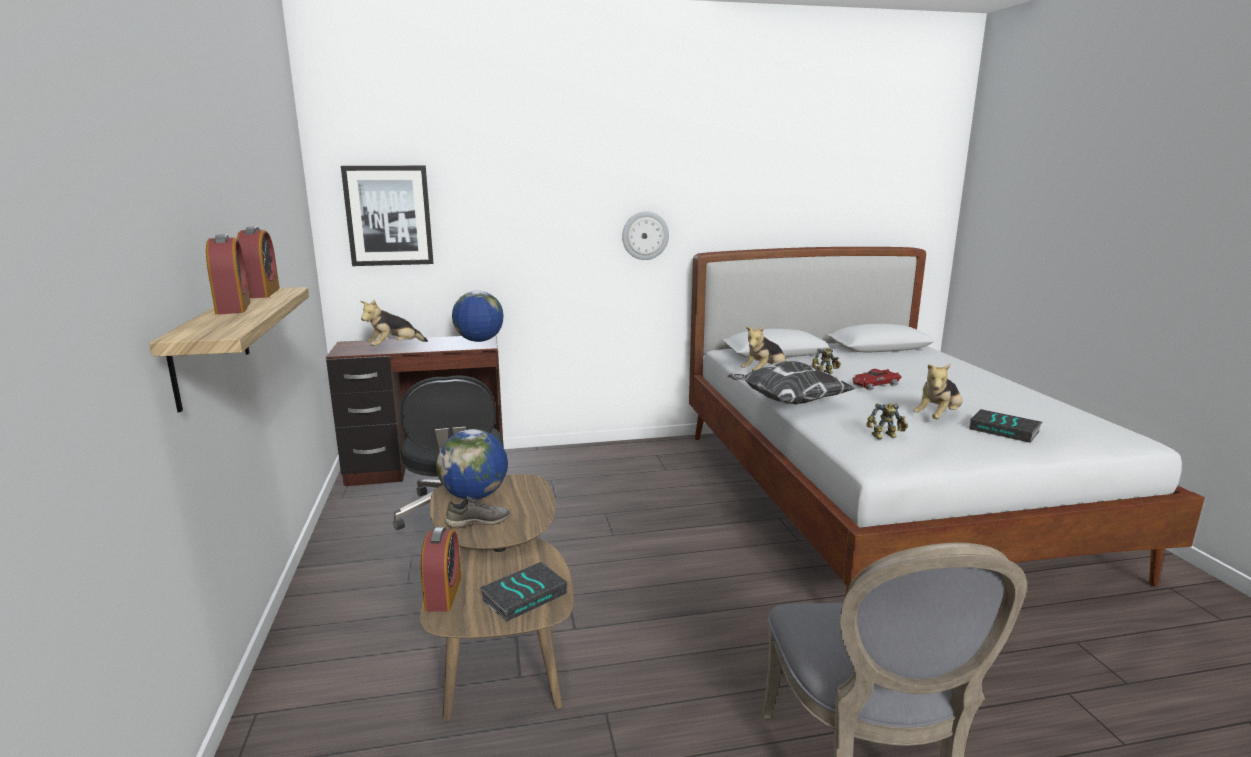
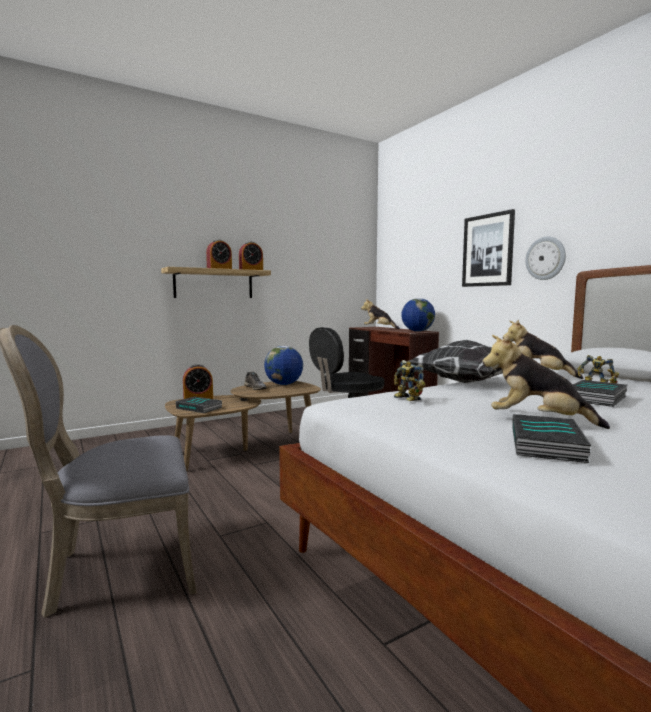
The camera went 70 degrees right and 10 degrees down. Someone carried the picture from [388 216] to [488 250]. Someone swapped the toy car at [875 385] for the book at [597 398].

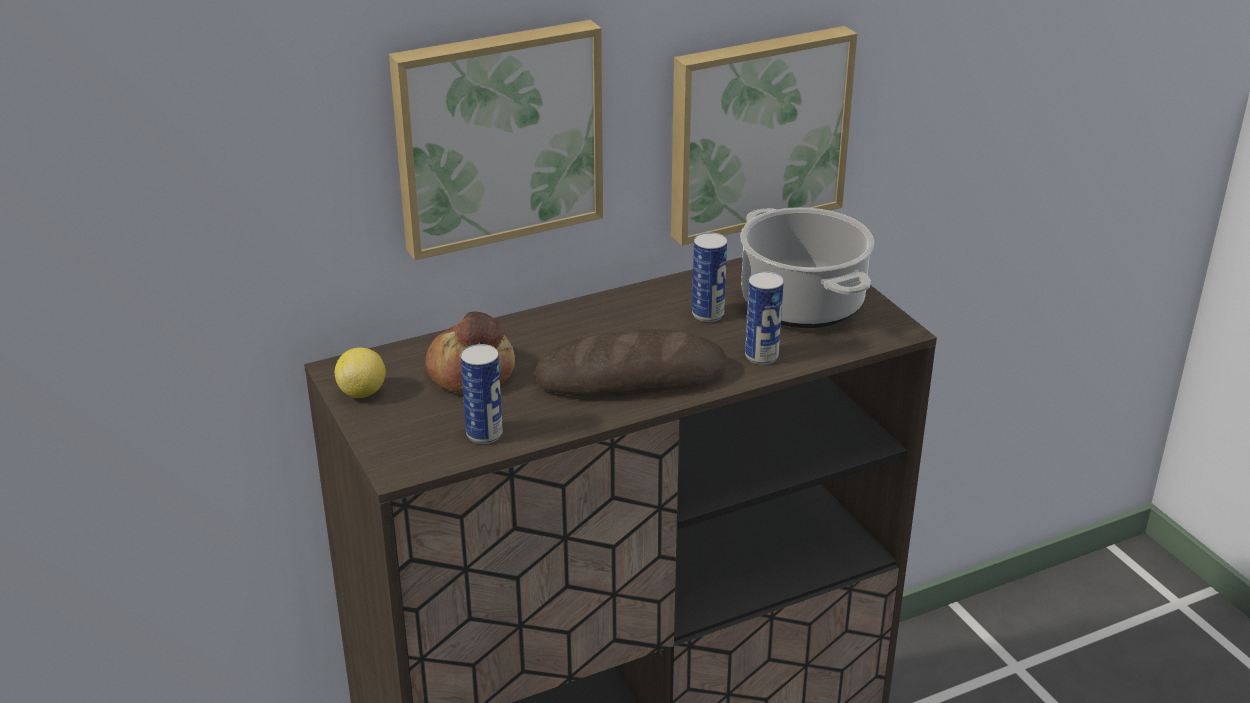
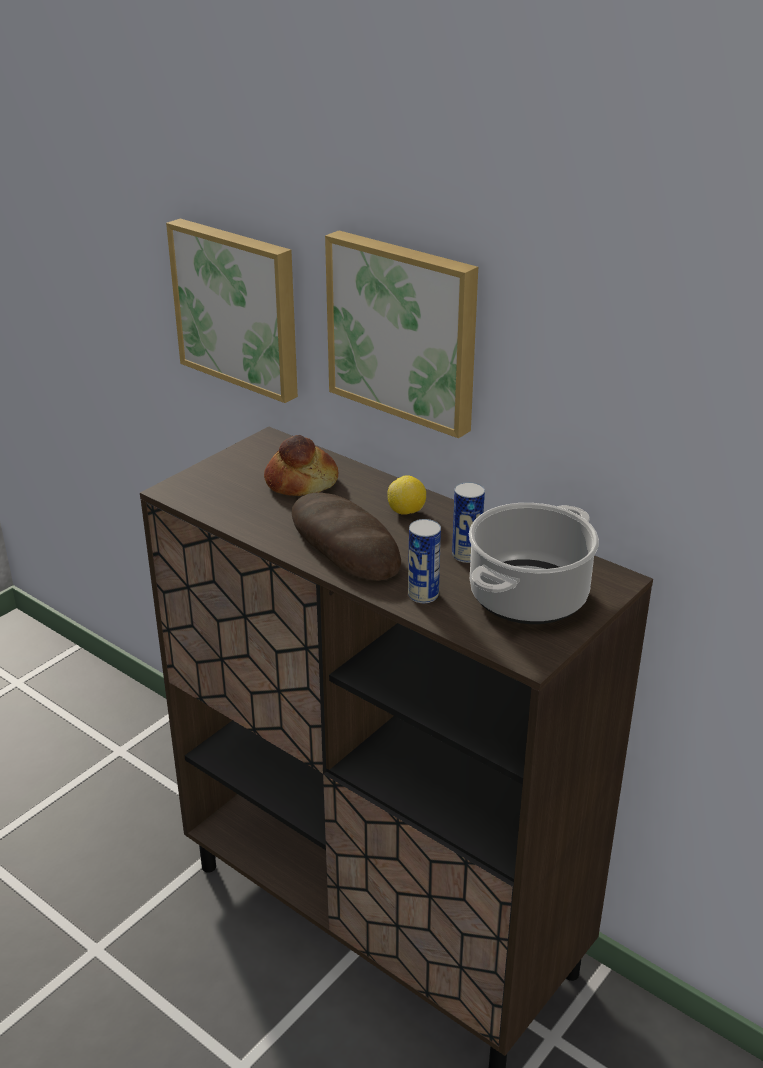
The camera went 65 degrees right and 0 degrees up. Someone carried the picture from [756 131] to [239 307]. Someone carried the lemon from [362 392] to [407 512]. Someone took away the can at [484 434].

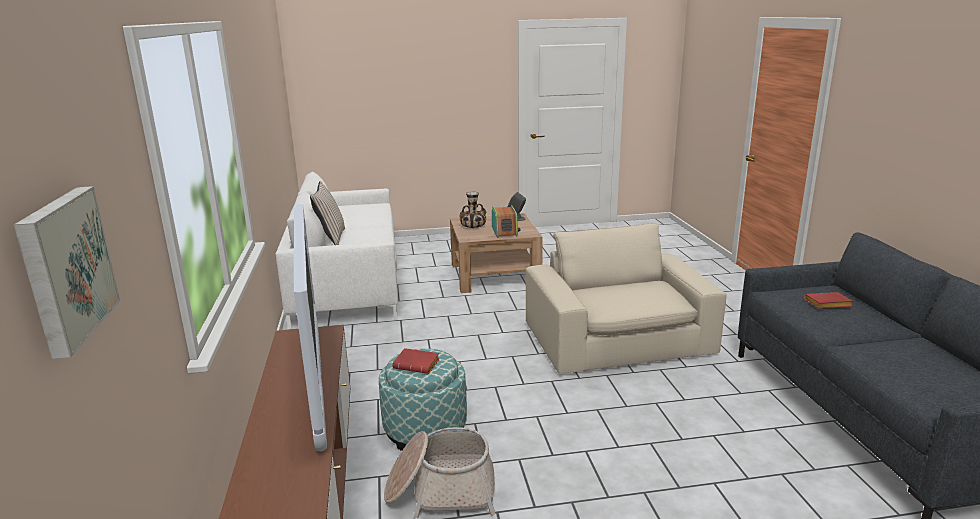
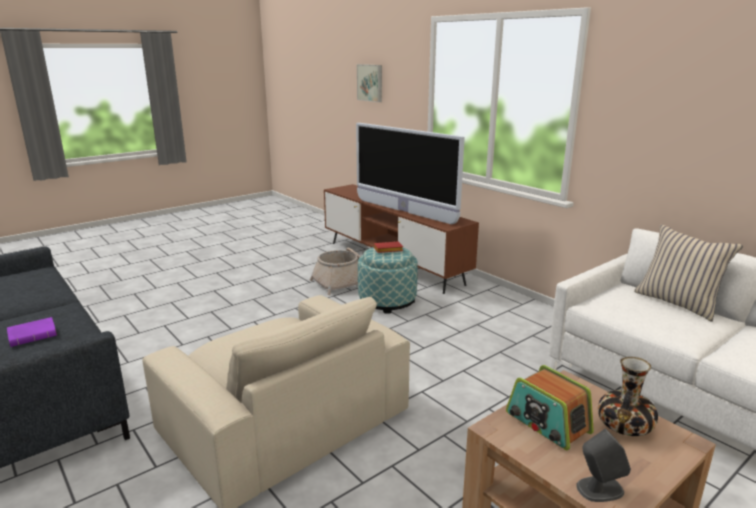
The camera went 150 degrees right and 0 degrees up. Someone repainted the red book at [827 304], which became the purple book at [34 335].

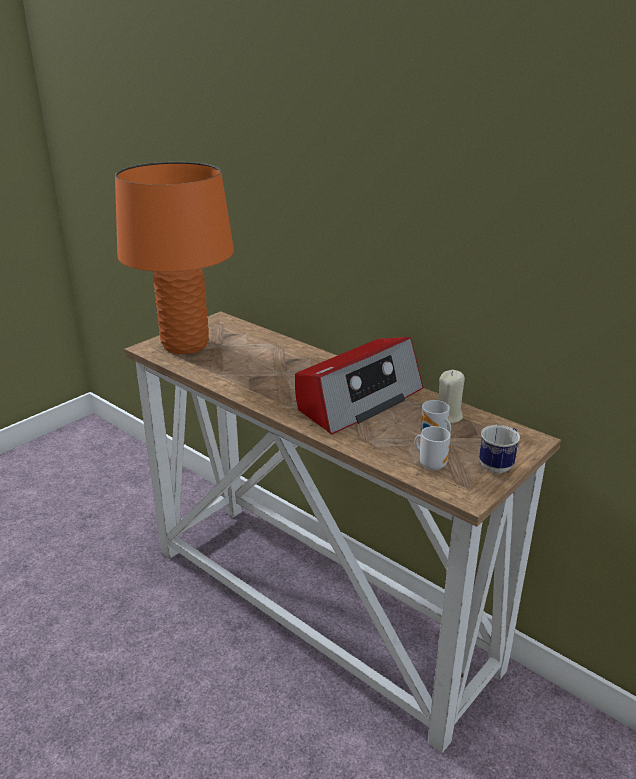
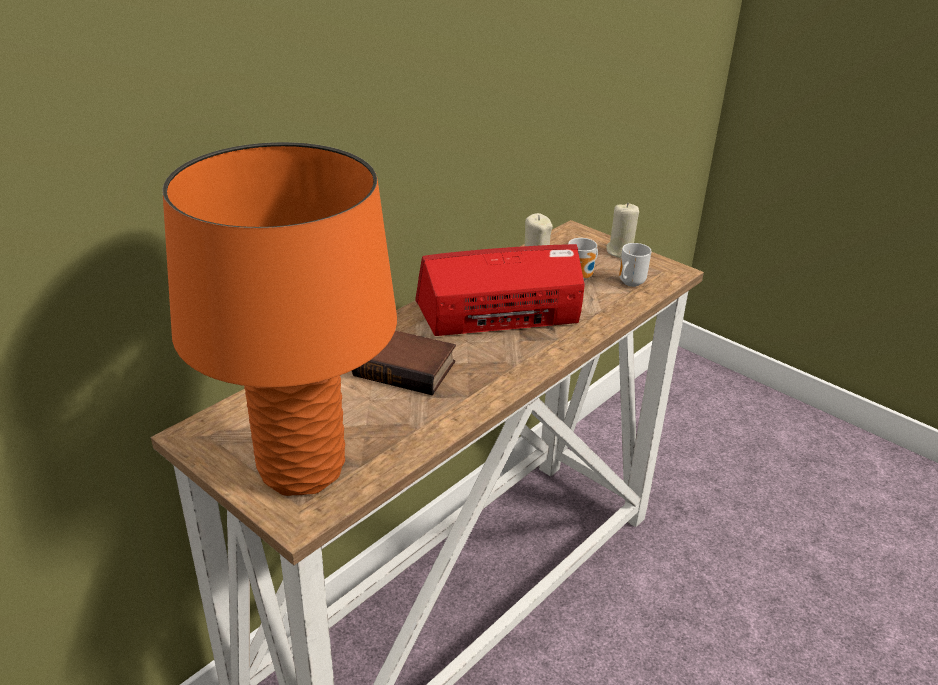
The camera went 90 degrees left and 5 degrees up. Someone put down the book at [407 367]. Someone rotated the radio at [358 400] by 60 degrees counterclockwise. Someone swapped the mug at [499 465] for the beige candle at [621 252].

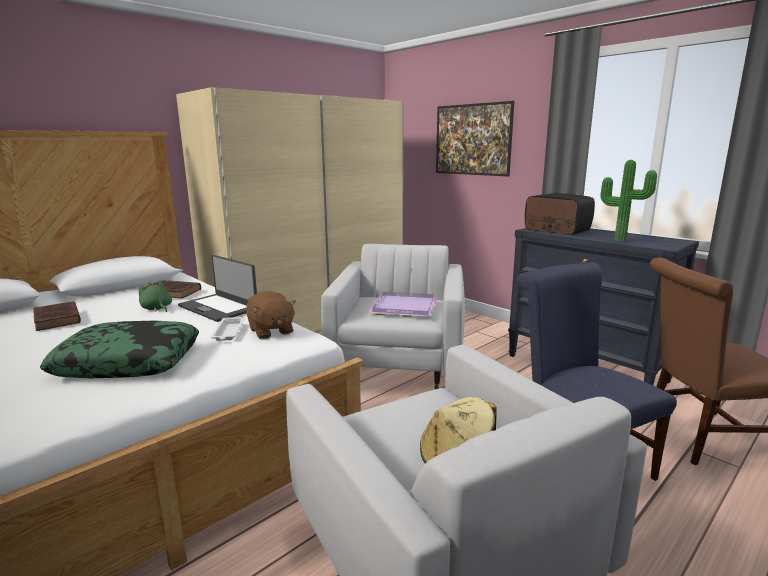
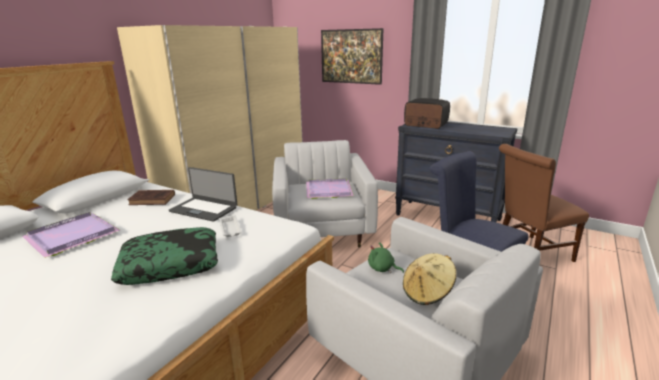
The camera went 15 degrees left and 5 degrees up. Someone swapped the brown book at [57 320] for the purple tray at [71 236]. Someone carried the green plush toy from [157 309] to [382 269]. Someone took away the brown plush toy at [270 331]. Someone took away the potted plant at [620 240].

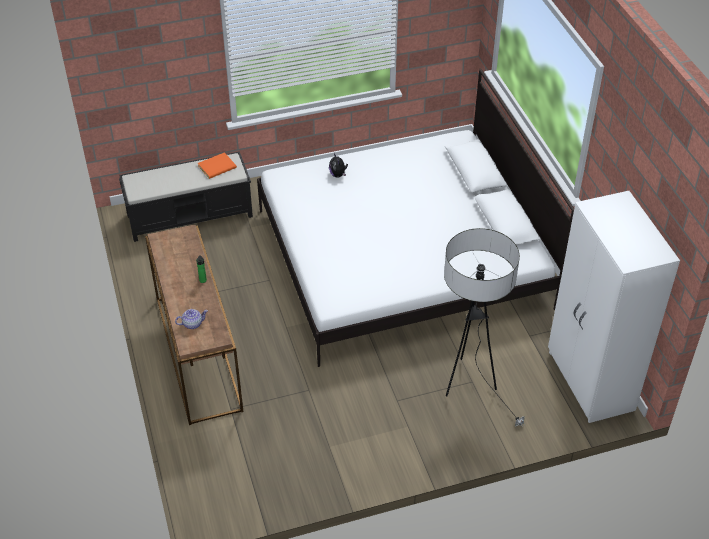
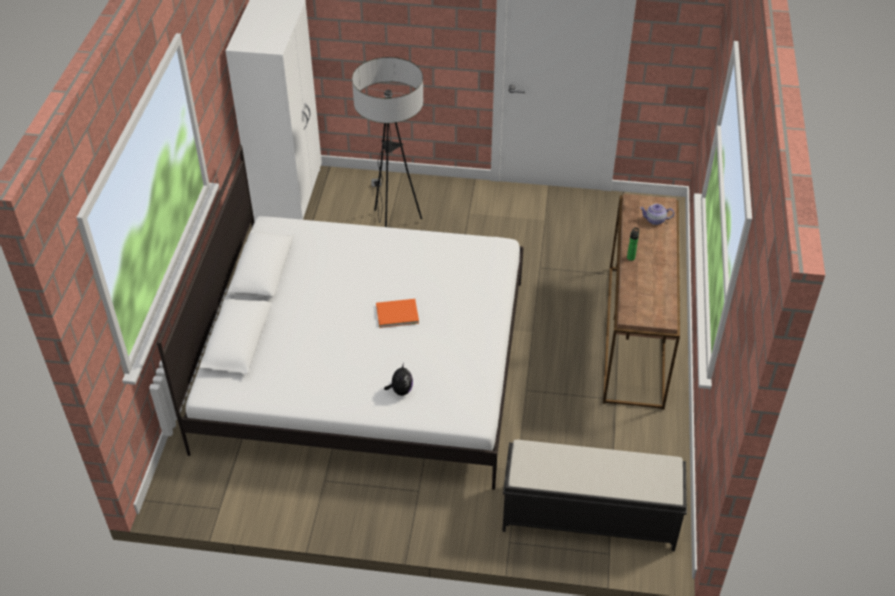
The camera went 155 degrees left and 0 degrees up. Someone carried the orange book from [218 166] to [396 313].

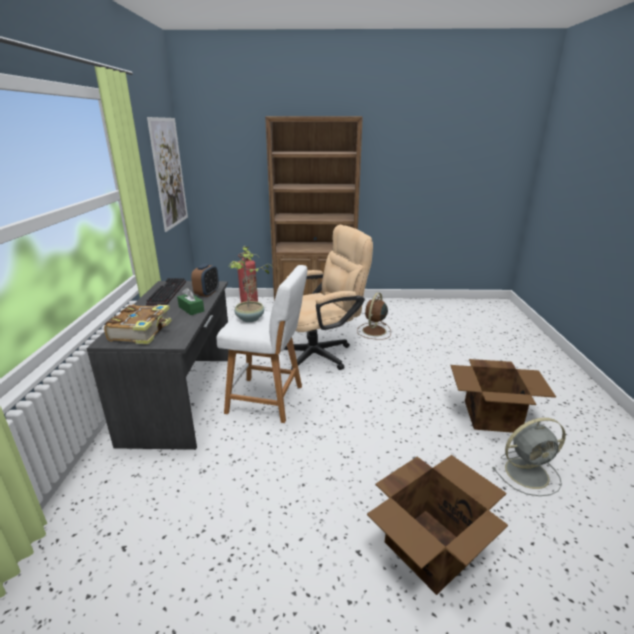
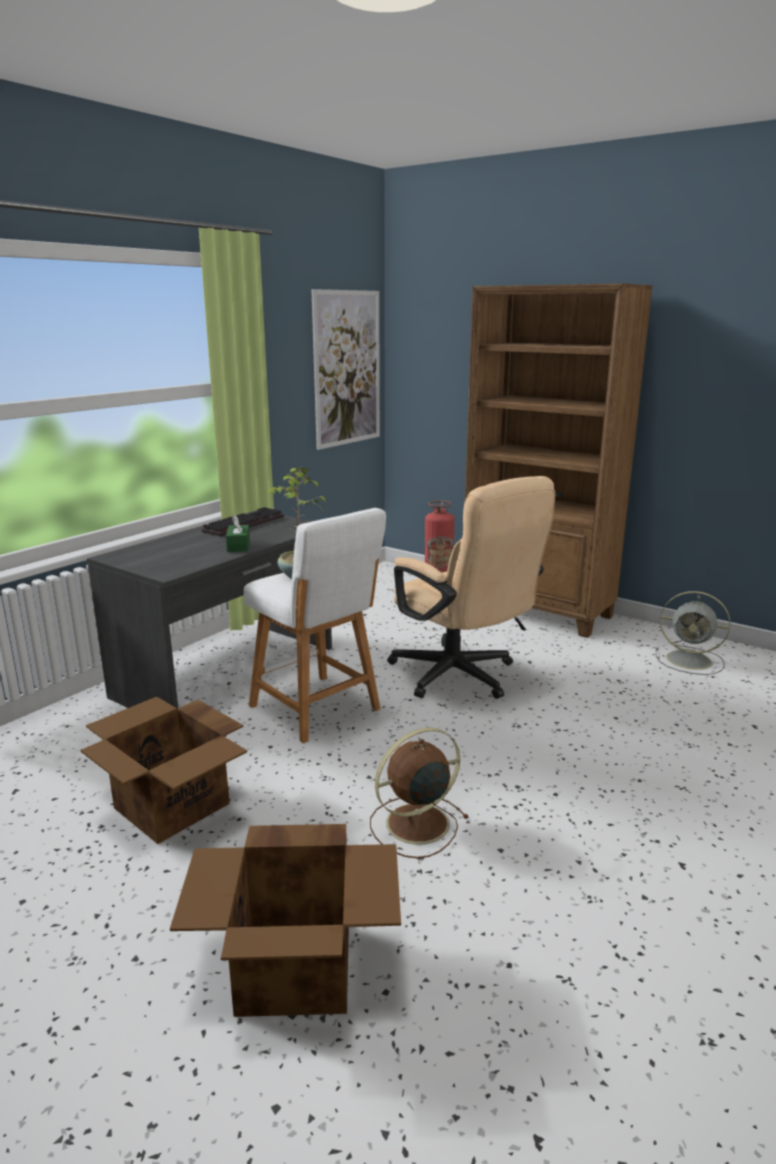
The camera went 35 degrees right and 5 degrees down. Someone carried the cardboard box from [492 416] to [172 807]. Someone carried the brown fan from [374 331] to [415 824]. Someone rotated the beige office chair at [321 353] by 45 degrees clockwise. Someone carried the grey fan from [528 473] to [691 660]. Someone took away the book at [142 331]. Someone took away the alarm clock at [207 293].

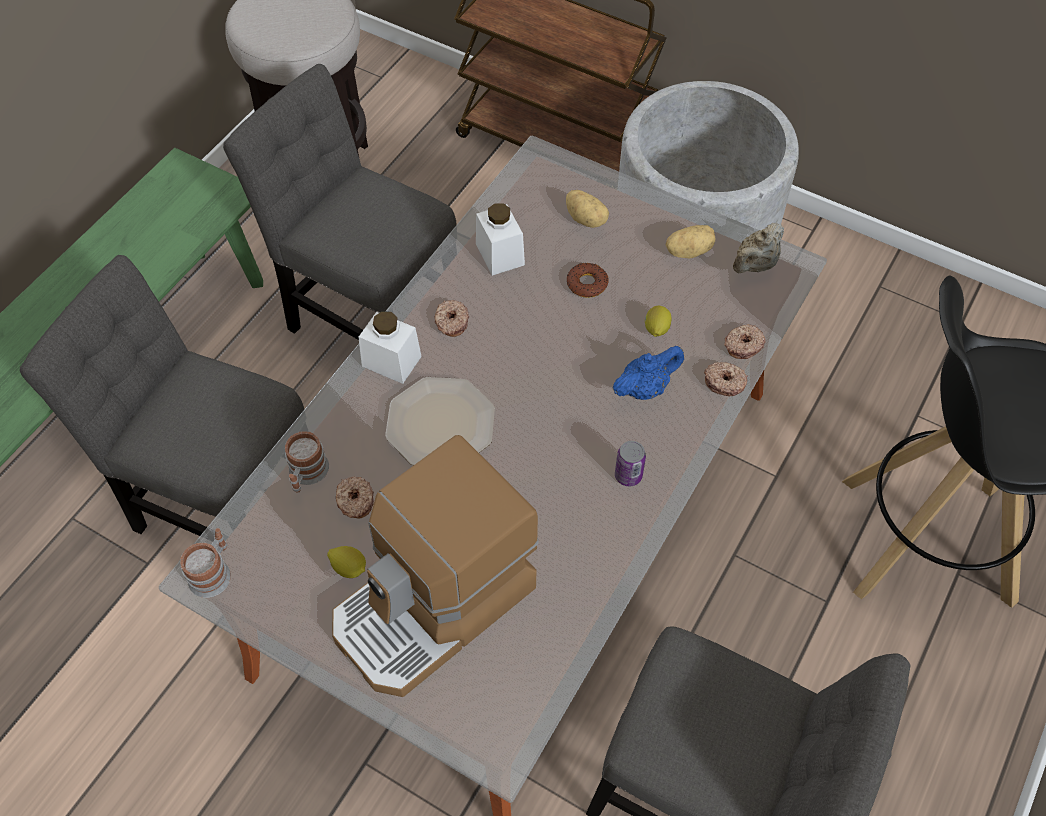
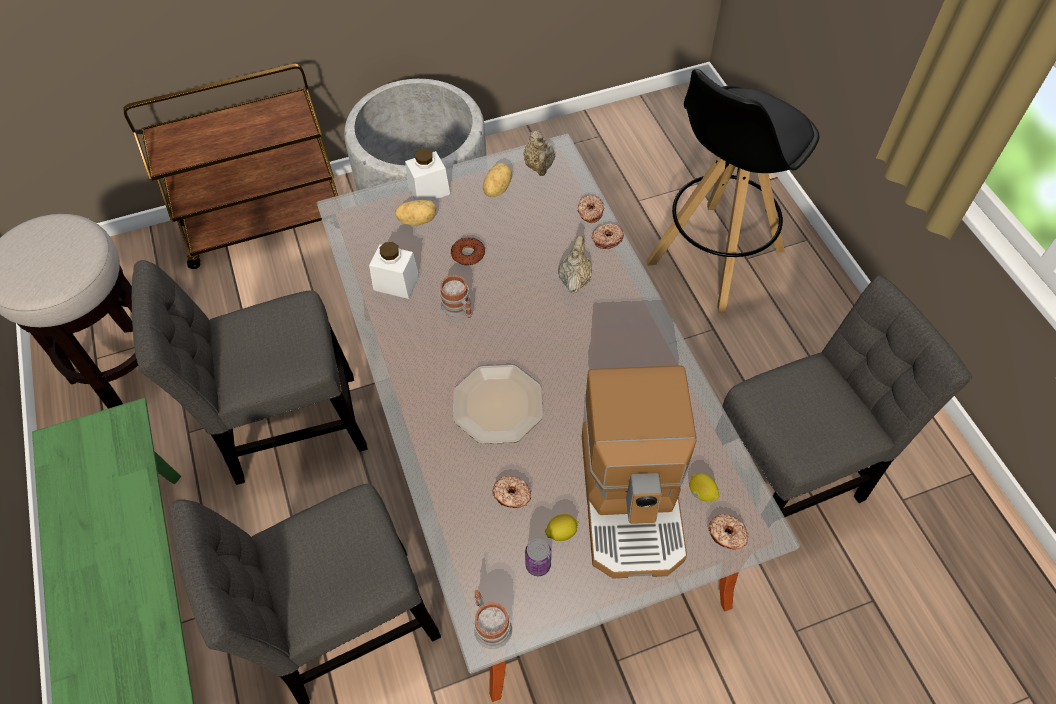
The camera went 50 degrees left and 0 degrees up. Someone carried the white jar from [391 361] to [429 190]. Someone carried the mug from [306 474] to [459 308]. Someone carried the can from [628 475] to [538 564]. Someone repainted the blue teapot at [645 388], which became the beige teapot at [574 279]. Someone carried the lemon from [656 329] to [701 493]. Someone carried the donut from [451 322] to [727 535].

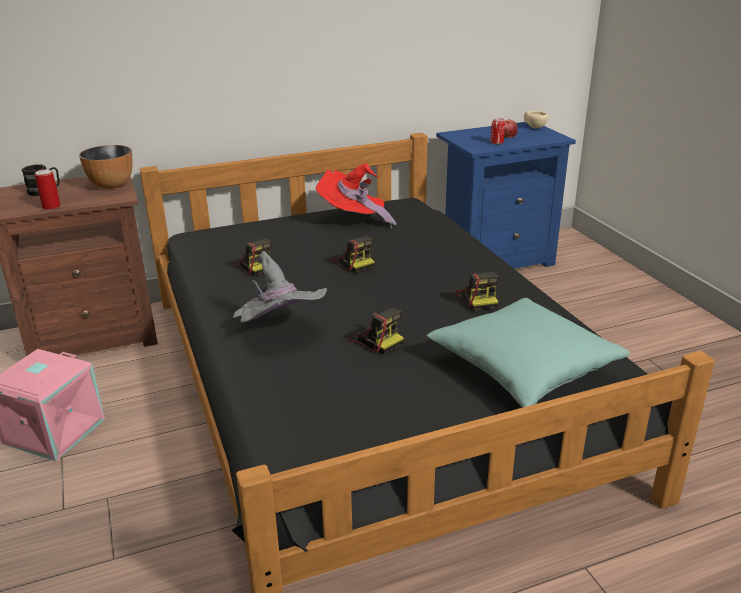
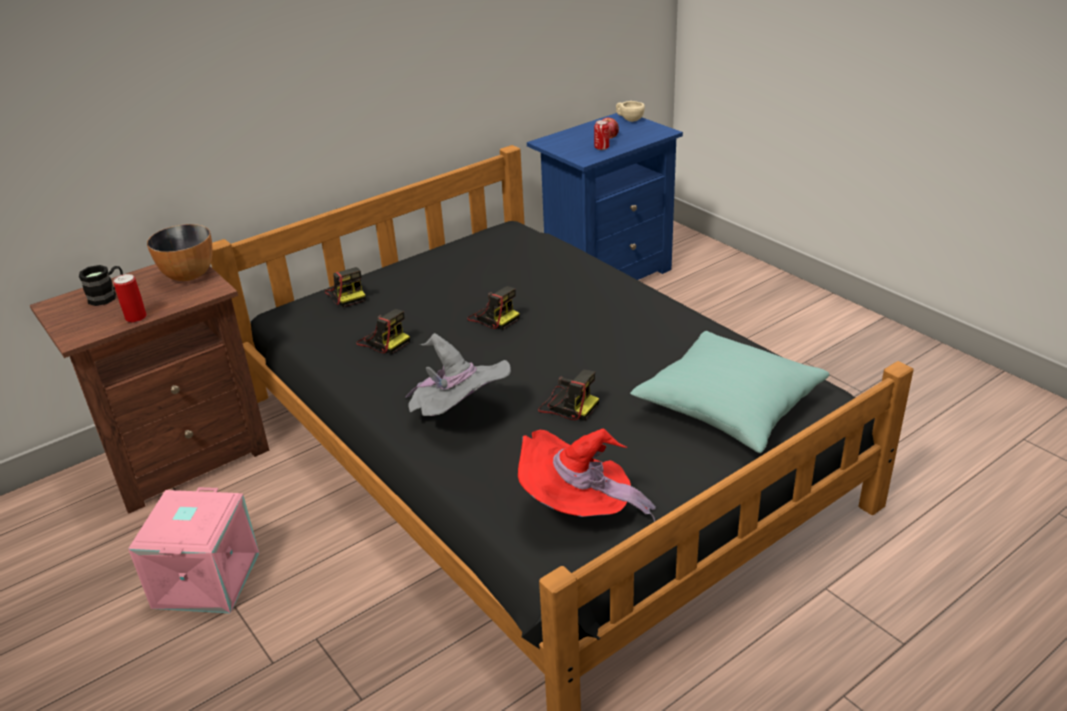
The camera went 15 degrees left and 5 degrees up. Someone carried the photo camera from [478 298] to [347 294]. Someone carried the red hat from [353 219] to [579 509].

